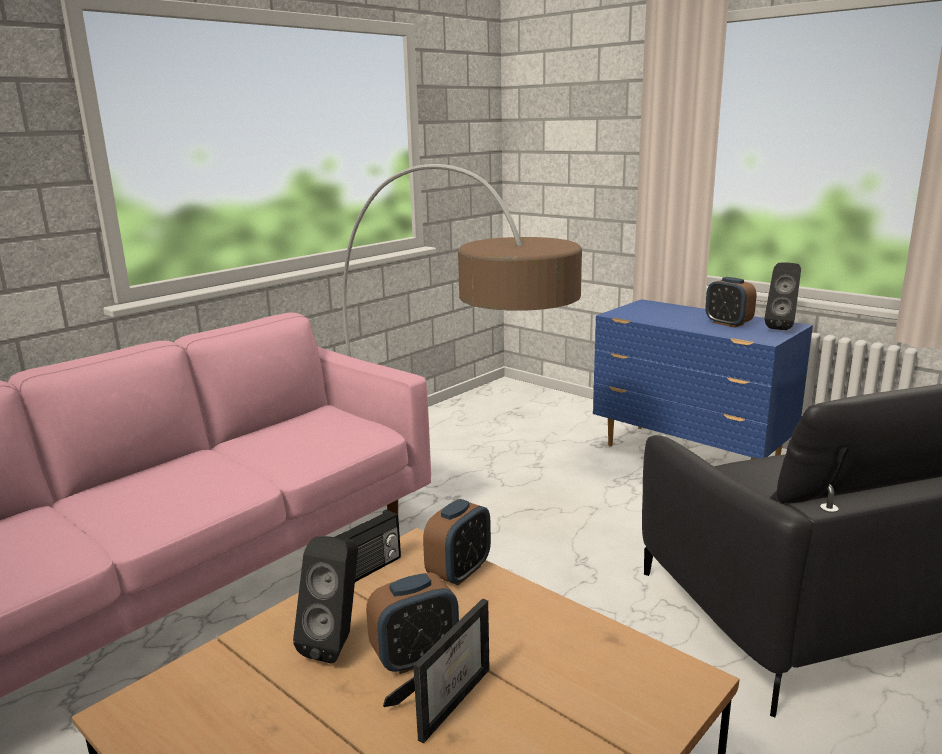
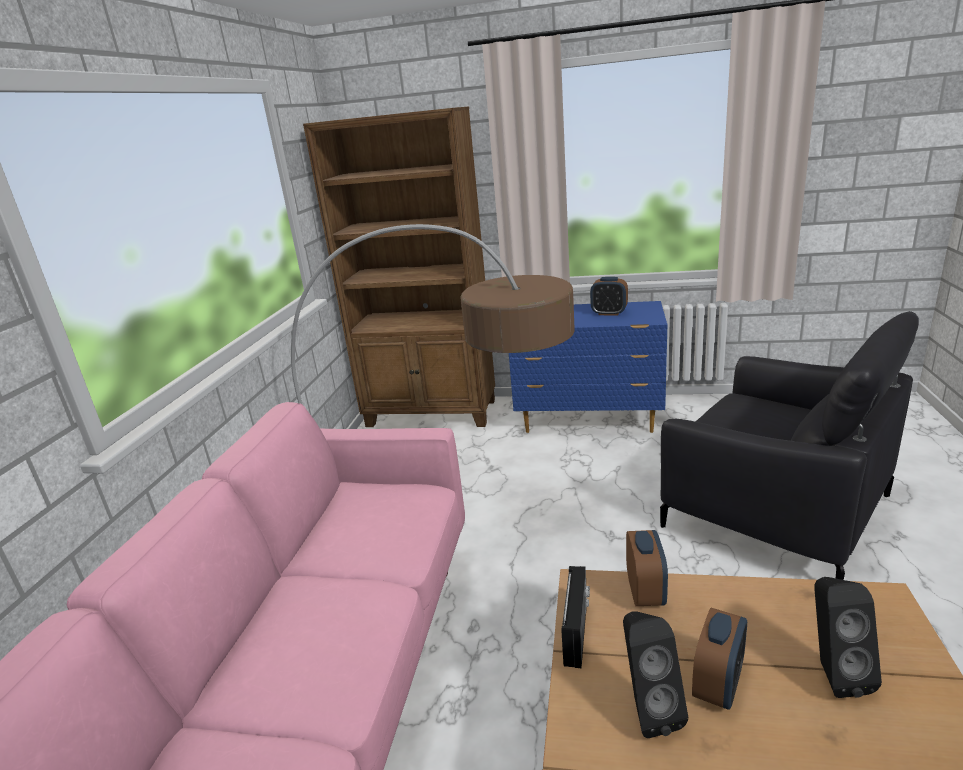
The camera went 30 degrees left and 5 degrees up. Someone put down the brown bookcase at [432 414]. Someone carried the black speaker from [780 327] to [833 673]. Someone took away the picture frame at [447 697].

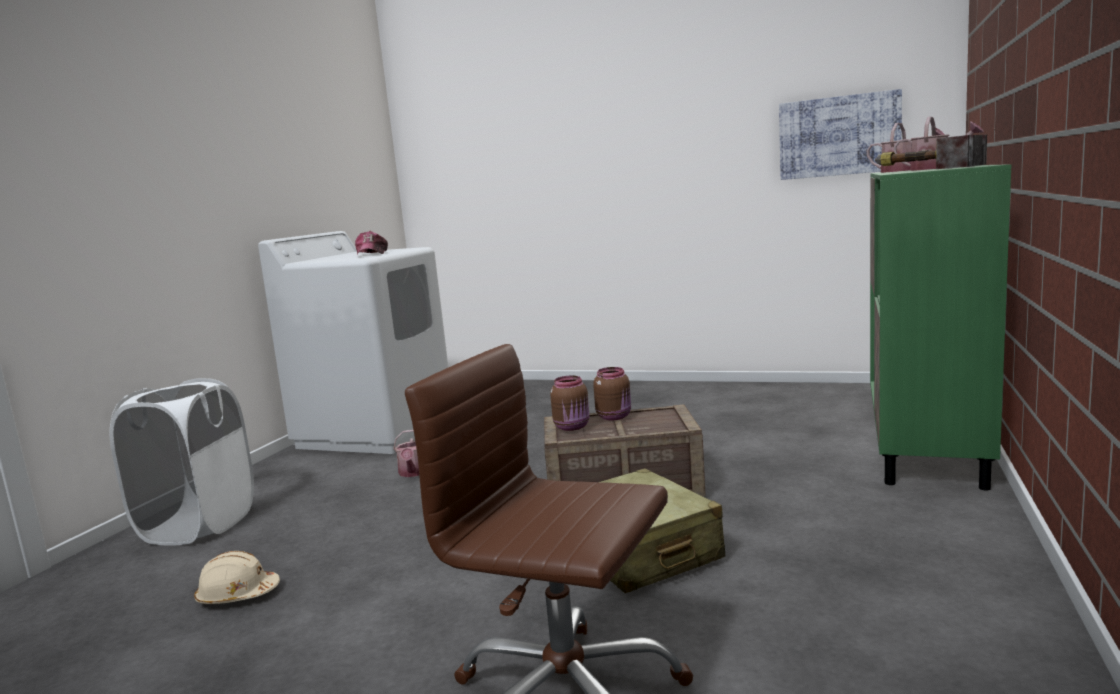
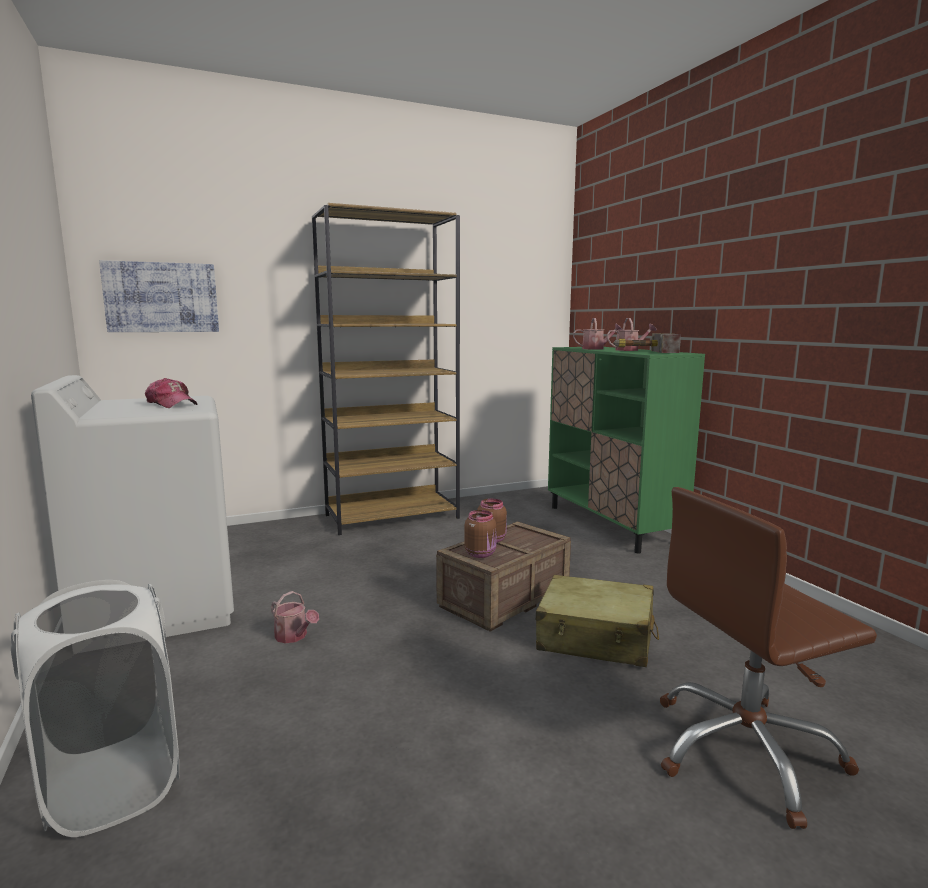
The camera went 45 degrees left and 0 degrees up. Someone carried the picture from [839 136] to [162 297]. Someone put down the brown bookcase at [392 516]. Someone took away the beige hard hat at [238 595].

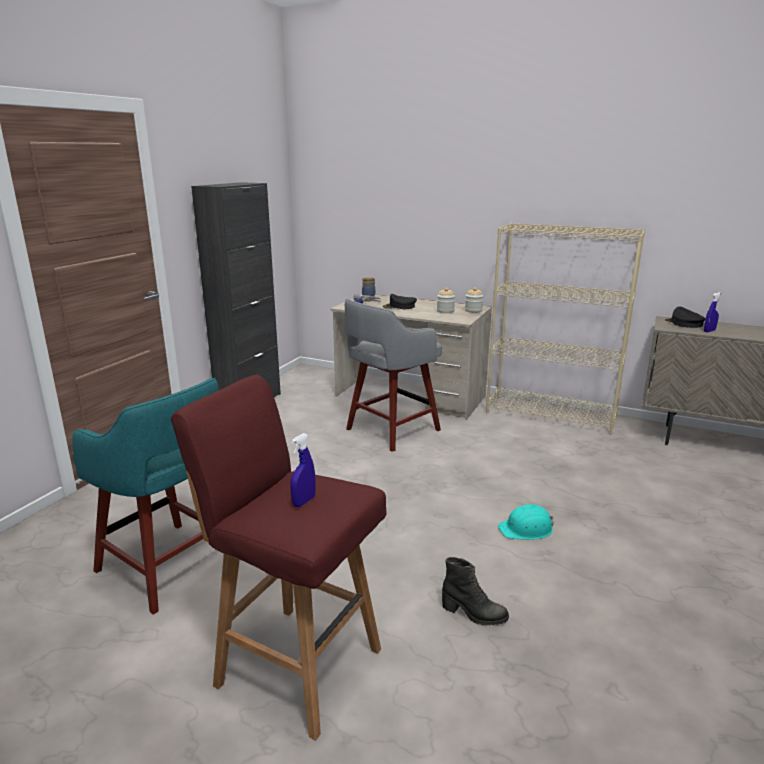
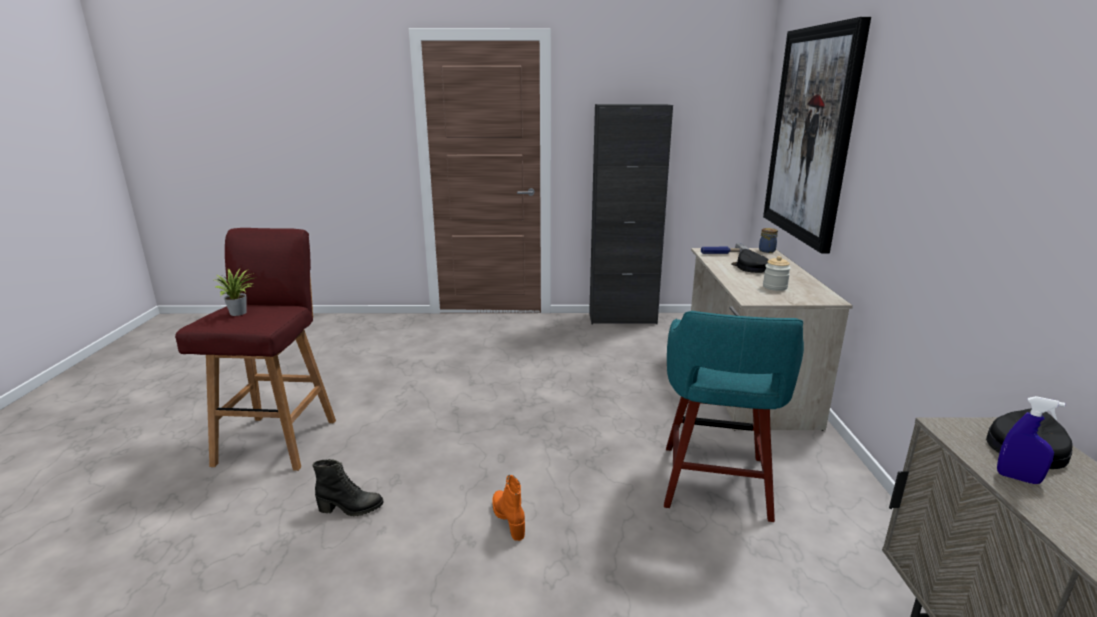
The camera went 65 degrees right and 0 degrees up. Someone swapped the blue spray bottle at [304 501] for the potted plant at [240 313]. Someone rotated the black boot at [474 614] by 90 degrees counterclockwise. Someone swapped the turquoise hard hat at [526 529] for the orange boot at [509 519]. Someone carried the turquoise stool from [170 567] to [715 484]. Someone put up the picture at [811 135]. Someone took away the grey stool at [390 430]. Someone took away the jar at [473 311]. Someone took away the beige bookcase at [551 414].

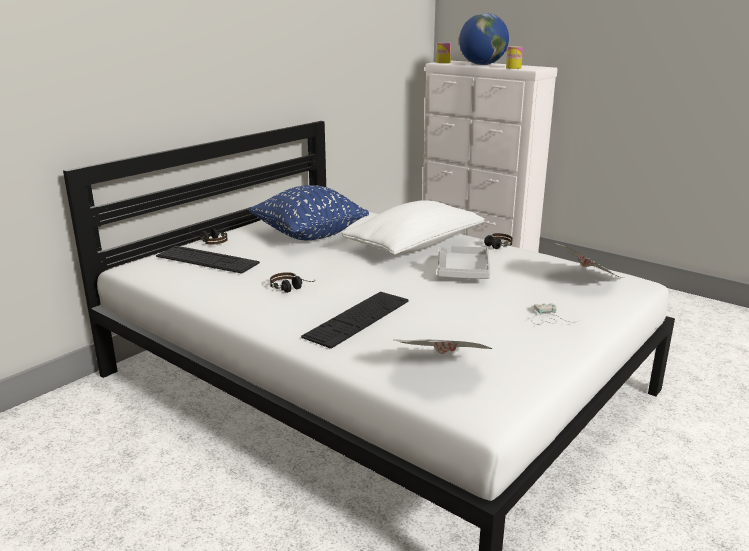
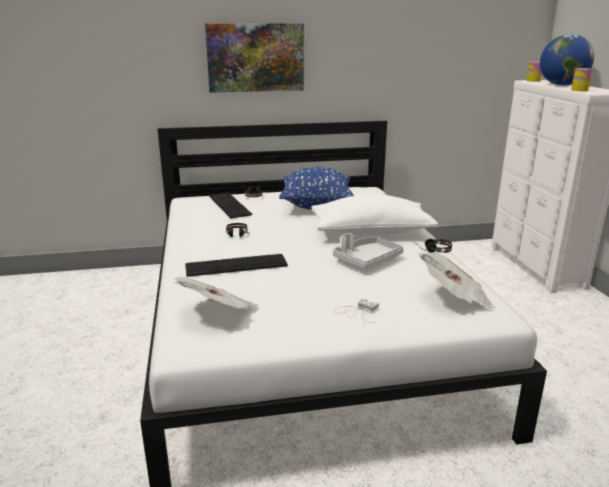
The camera went 40 degrees right and 0 degrees up. Someone put up the picture at [255 57].

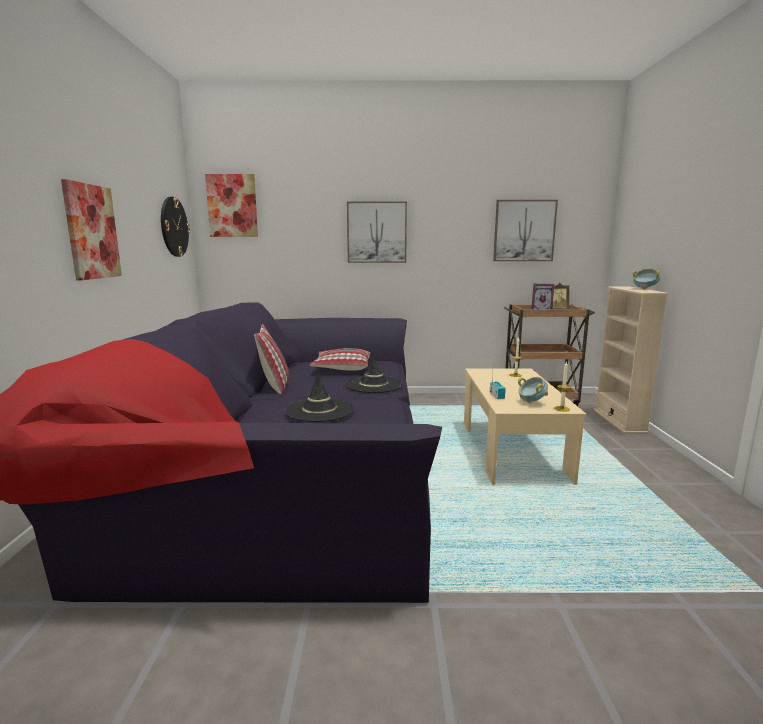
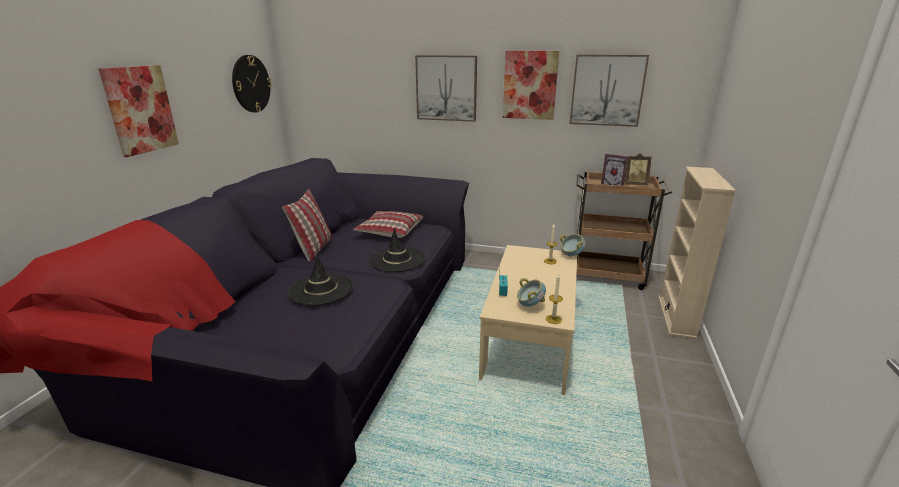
The camera went 15 degrees right and 10 degrees up. Someone carried the picture from [232 206] to [530 85]. Someone carried the bowl from [644 289] to [571 255].

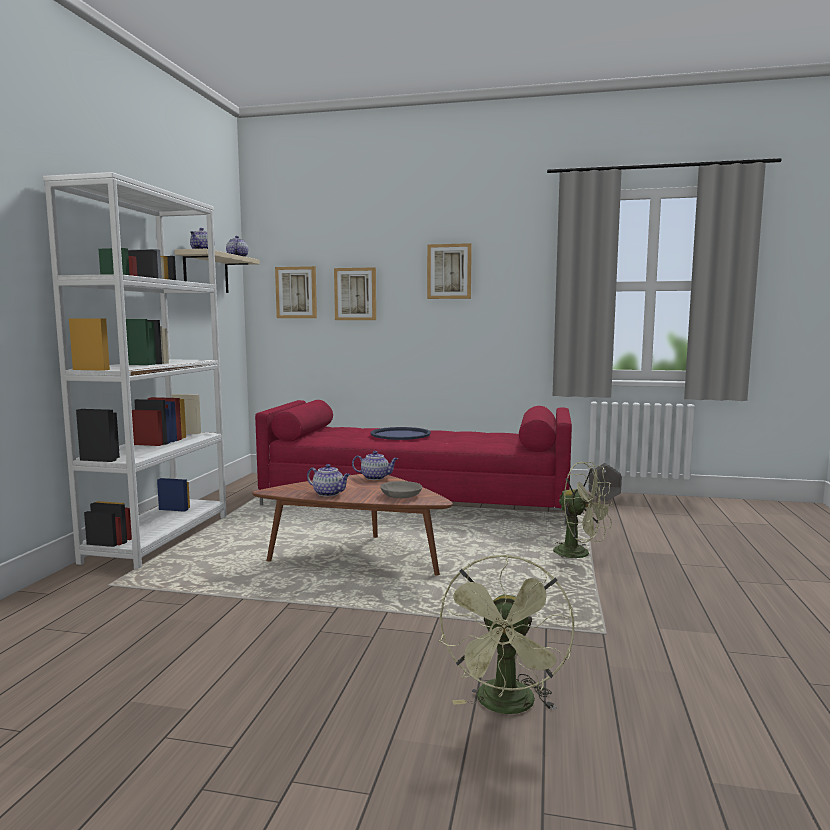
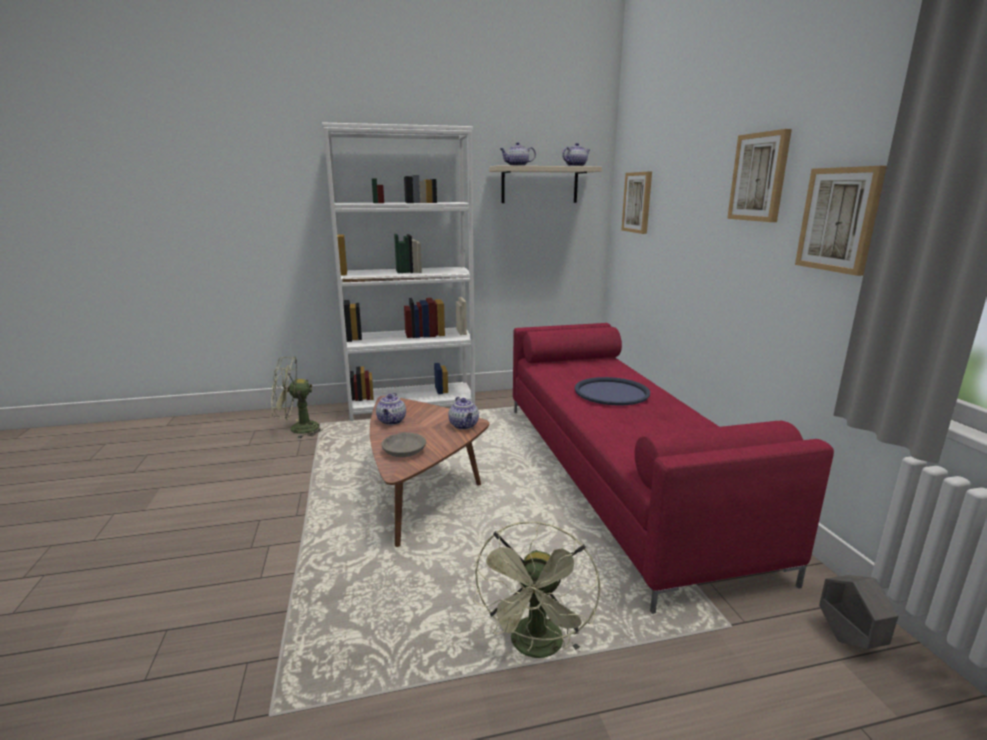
The camera went 65 degrees right and 10 degrees up. Someone carried the green fan from [507 707] to [297 429]. Someone carried the picture from [355 294] to [840 219].

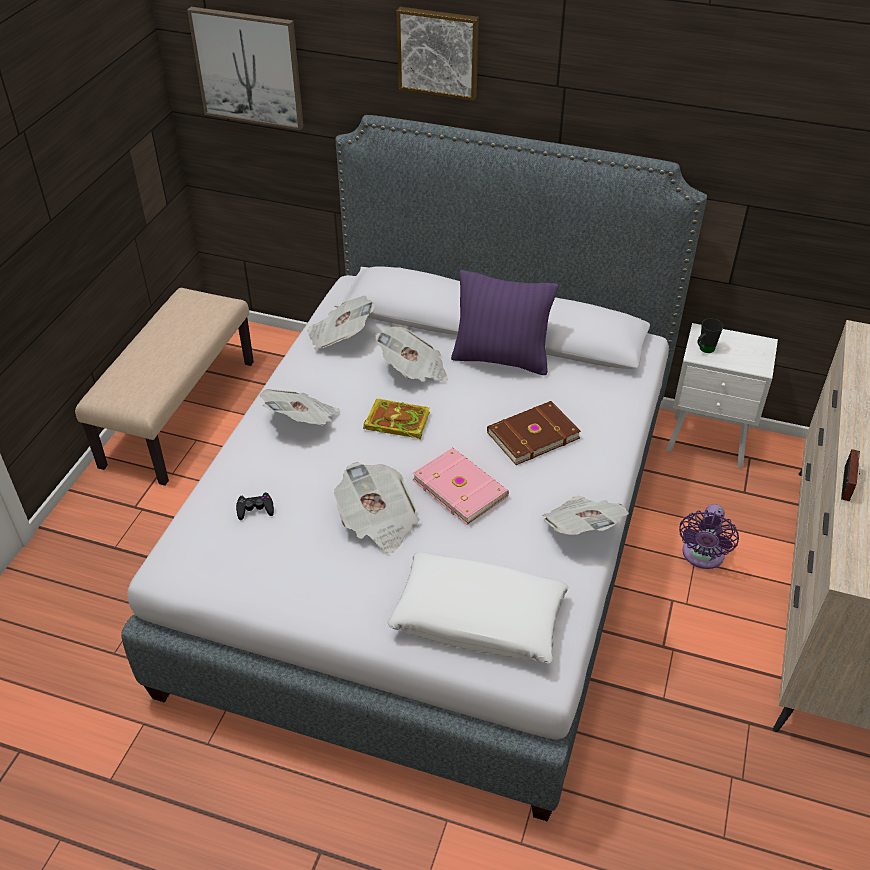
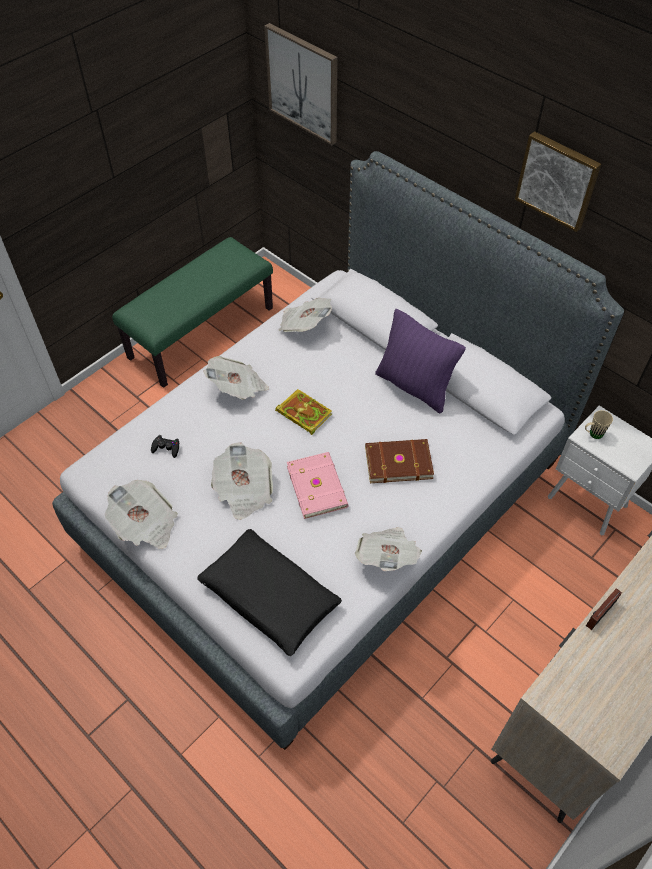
The camera went 25 degrees right and 10 degrees up. Someone carried the newspaper from [413 371] to [145 525]. Someone repainted the beige bench at [179 412], which became the green bench at [201 332]. Someone repainted the white pillow at [478 618], which became the black pillow at [269 596]. Someone carried the picture from [439 52] to [558 180]. Someone repainted the black mug at [704 350], which became the beige mug at [592 434]. Someone took away the purple fan at [702 556].

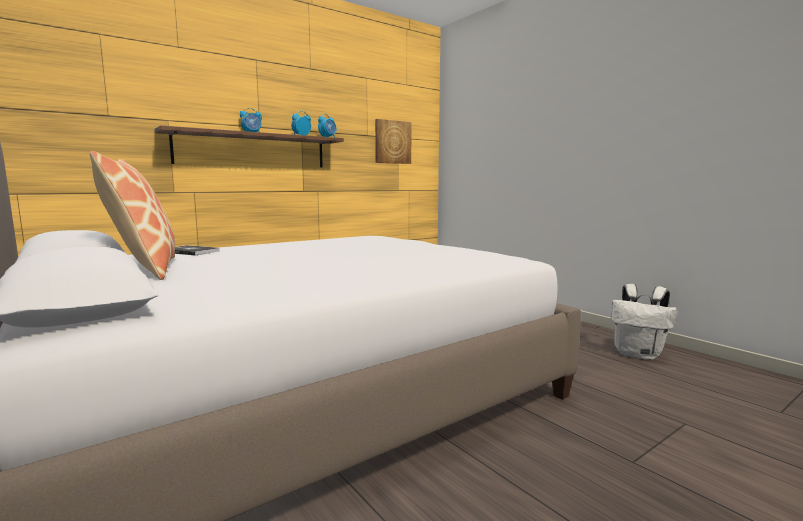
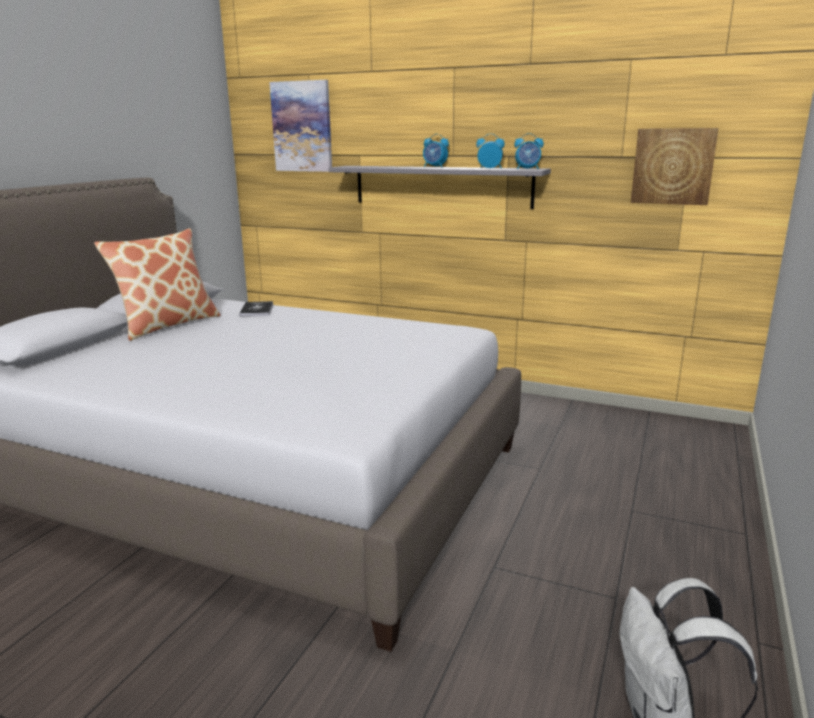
The camera went 60 degrees right and 10 degrees up. Someone put up the picture at [302 127]. Someone repainted the brown shelf at [253 150], which became the grey shelf at [441 186].

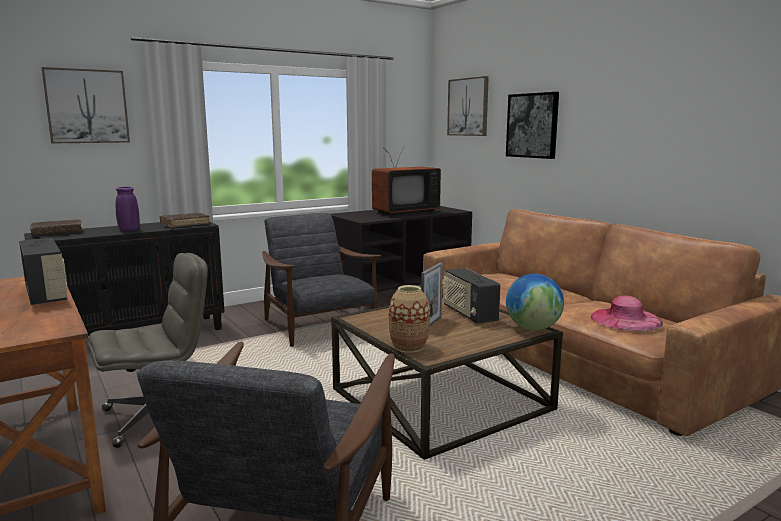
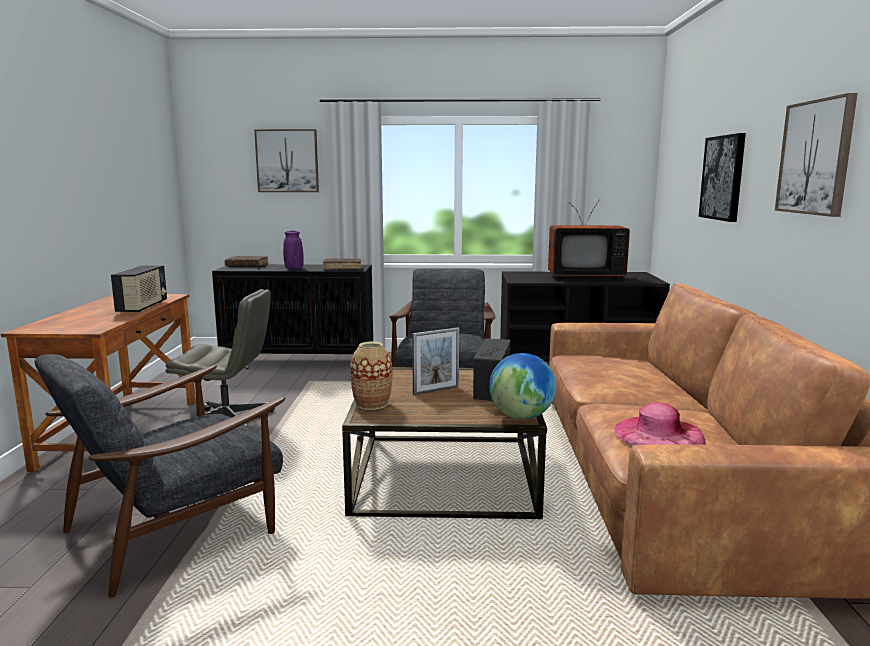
The camera went 35 degrees right and 0 degrees up. Someone carried the picture from [468 107] to [816 157].

